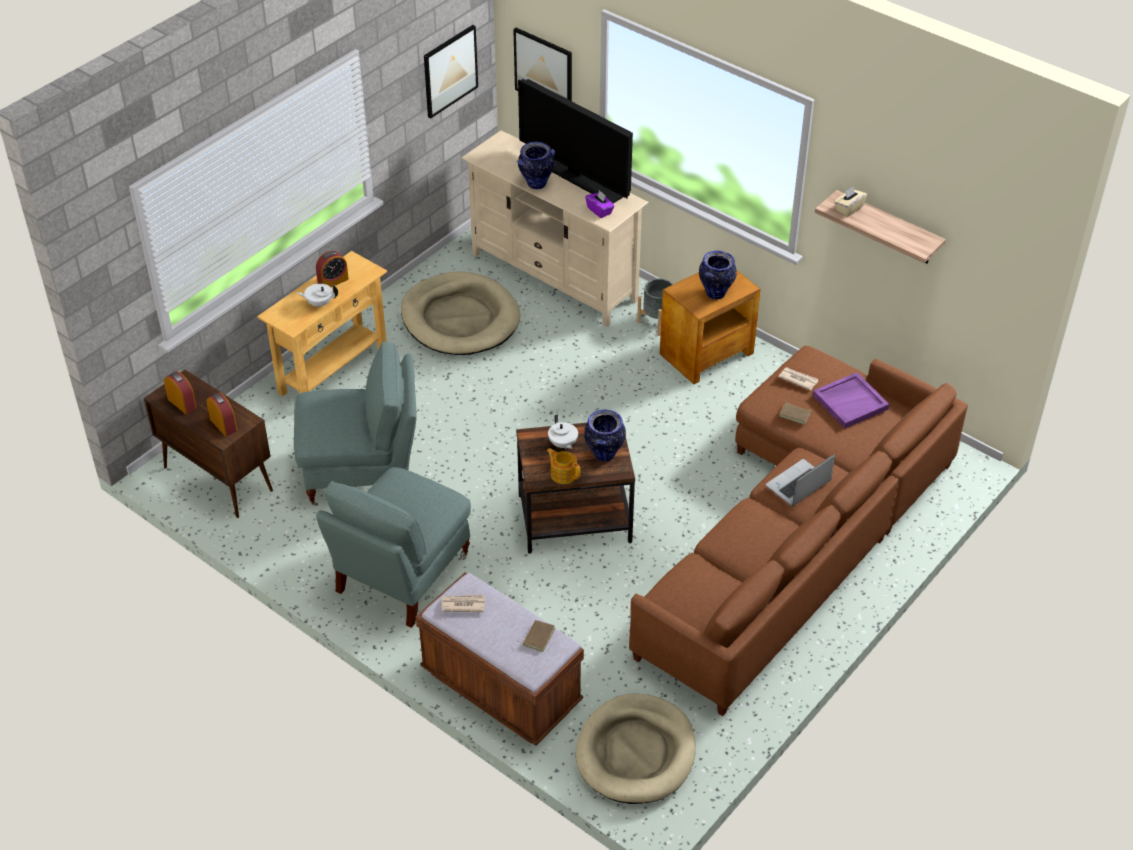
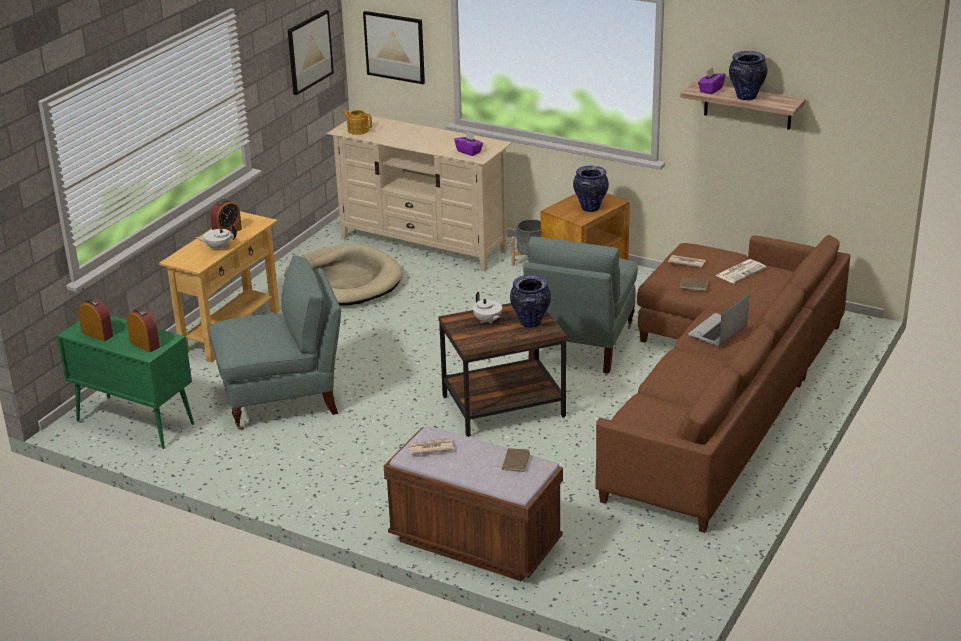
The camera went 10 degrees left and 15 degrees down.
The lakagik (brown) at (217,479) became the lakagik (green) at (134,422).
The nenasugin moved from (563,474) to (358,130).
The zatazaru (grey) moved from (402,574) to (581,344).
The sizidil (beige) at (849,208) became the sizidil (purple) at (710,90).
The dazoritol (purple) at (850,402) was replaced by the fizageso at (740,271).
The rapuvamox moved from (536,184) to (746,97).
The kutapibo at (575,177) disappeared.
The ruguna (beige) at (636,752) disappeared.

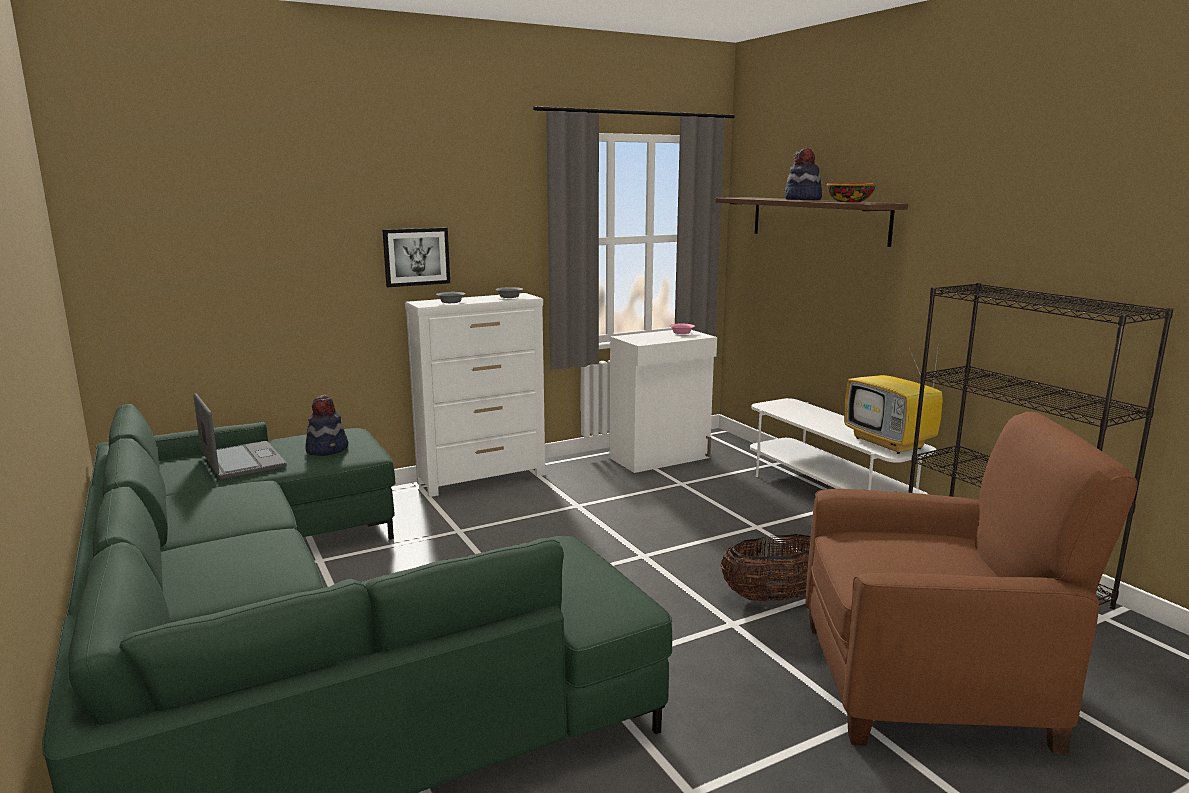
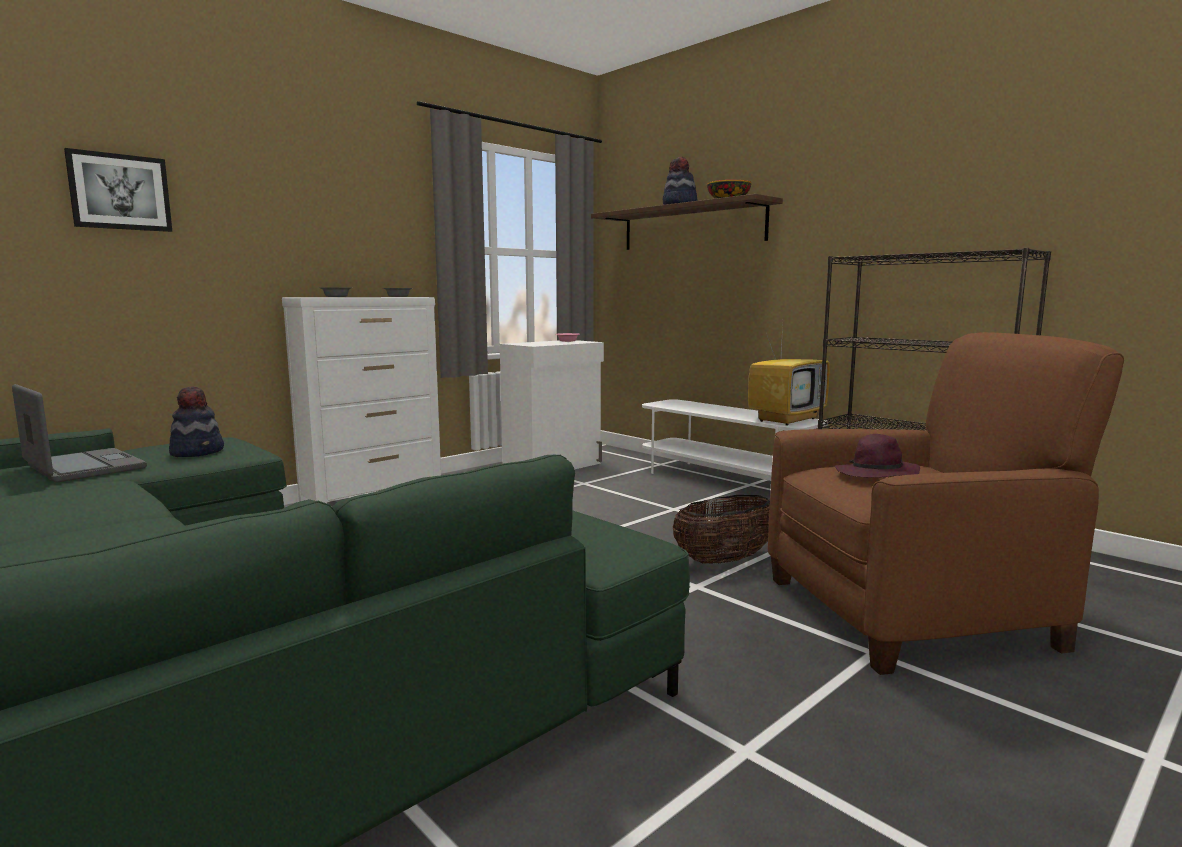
The camera went 15 degrees left and 5 degrees down.
The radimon moved from (416,256) to (120,192).
The kutapibo at (890,443) turned 90 degrees counterclockwise.
The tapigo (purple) at (876,475) appeared.

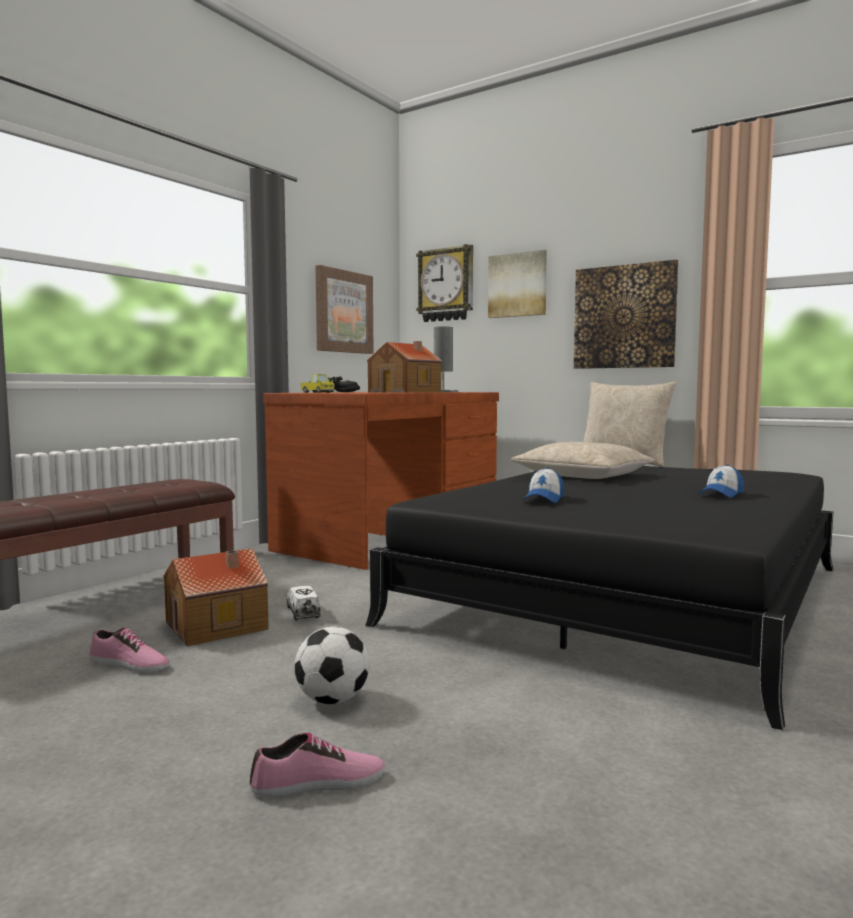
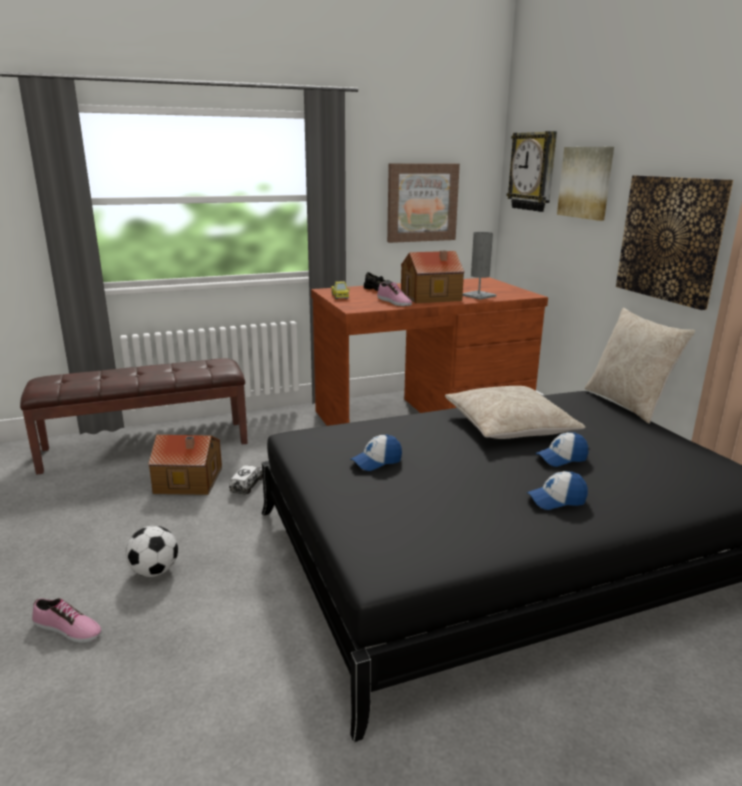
The camera went 35 degrees right and 15 degrees up.
The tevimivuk moved from (129,664) to (394,302).
The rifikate at (561,458) appeared.

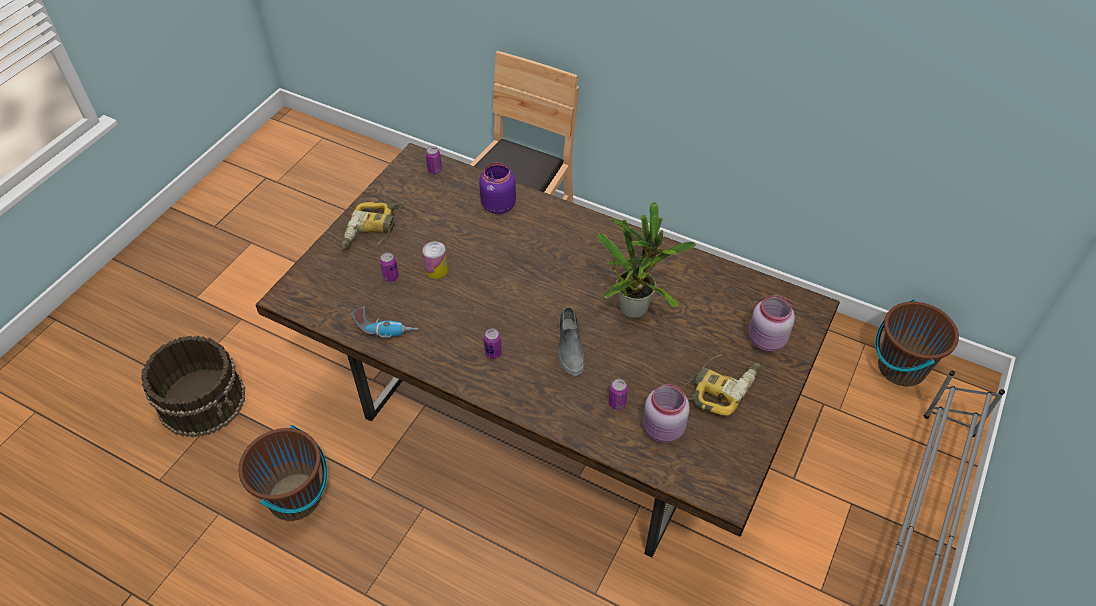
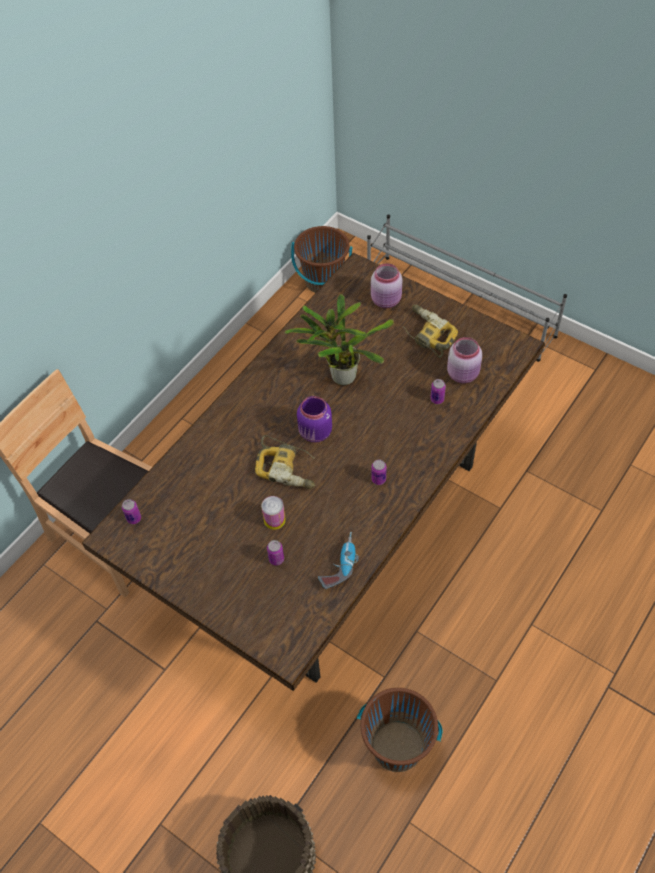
The camera went 80 degrees left and 5 degrees up.
The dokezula moved from (373,231) to (287,467).
The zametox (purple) moved from (497,206) to (315,433).
The tevimivuk (grey) at (570,347) disappeared.

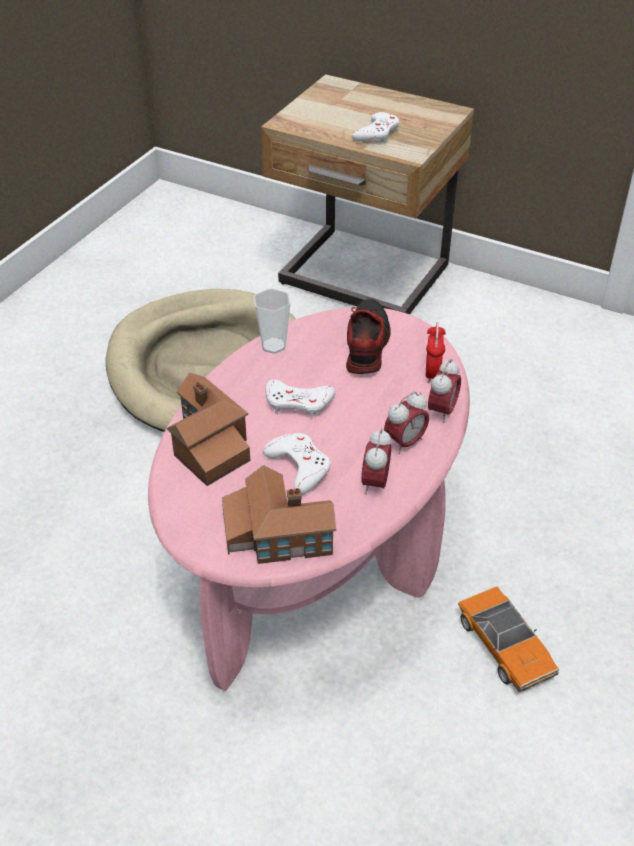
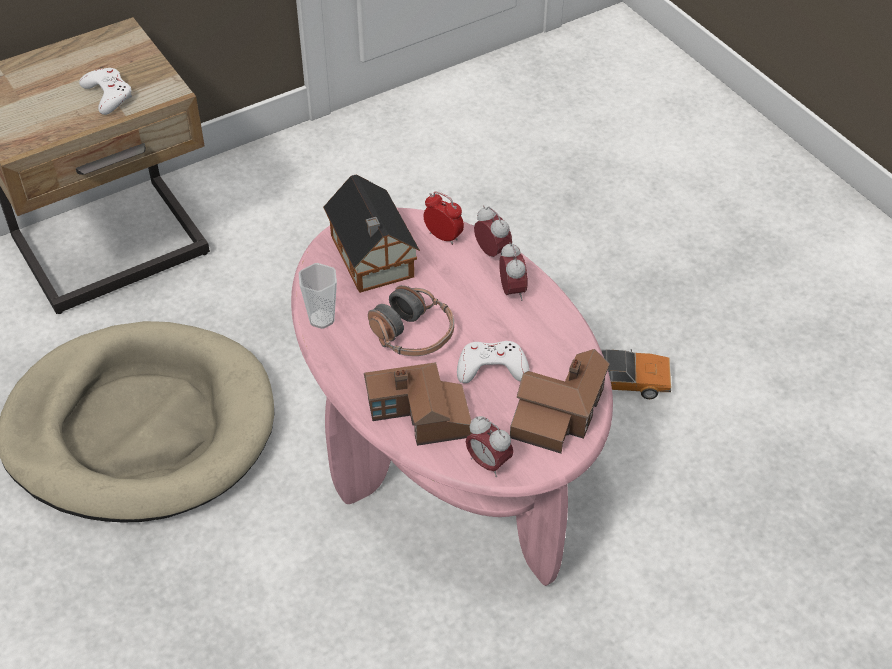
The camera went 60 degrees left and 5 degrees up.
The tevimivuk at (365,345) was replaced by the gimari at (372,259).
The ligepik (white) at (298,403) was replaced by the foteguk at (412,335).
The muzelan moved from (375,483) to (488,463).

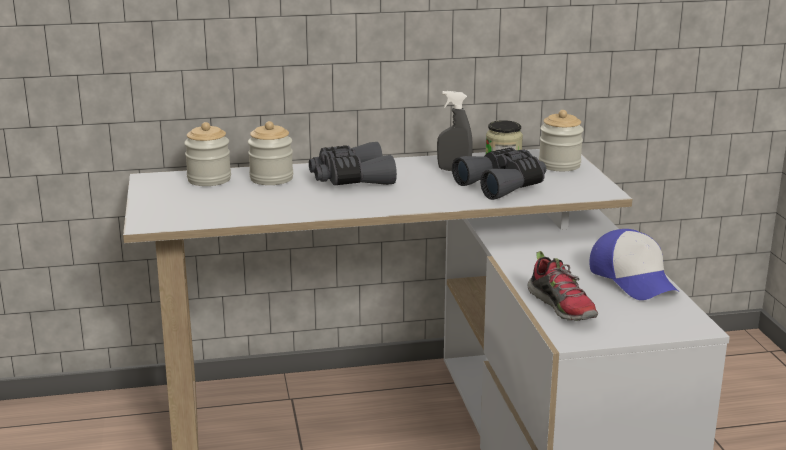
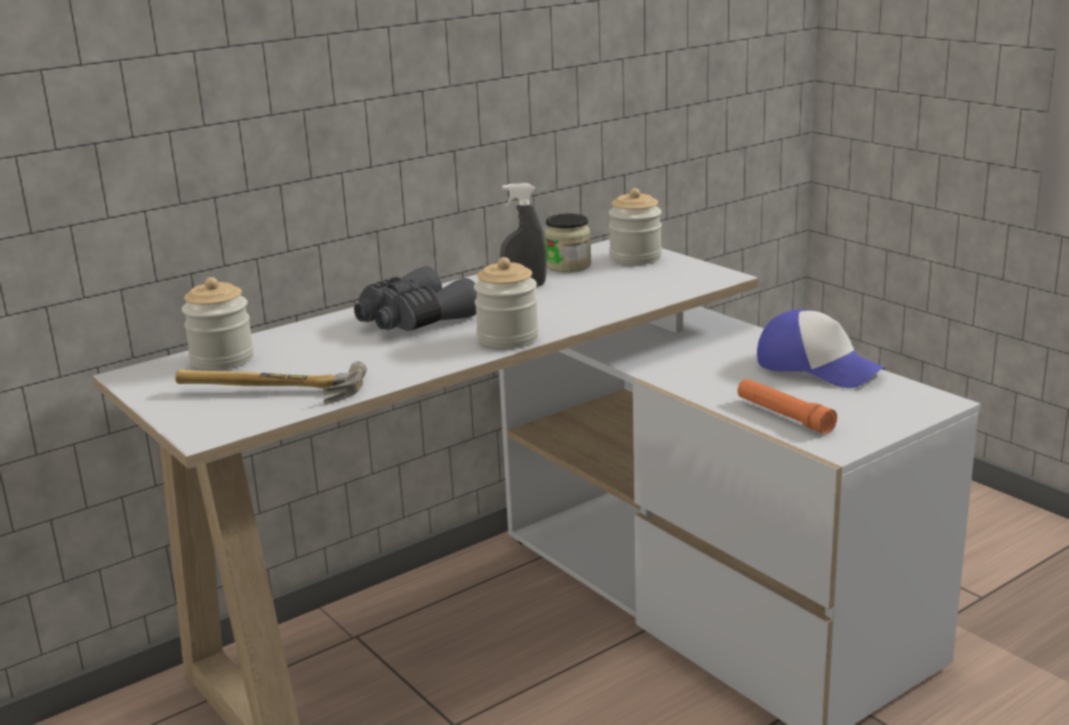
The camera went 25 degrees left and 0 degrees up.
The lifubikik at (270,394) appeared.
The zametox moved from (271,178) to (508,338).
The tevimivuk at (562,307) was replaced by the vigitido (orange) at (784,415).
The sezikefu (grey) at (503,185) disappeared.

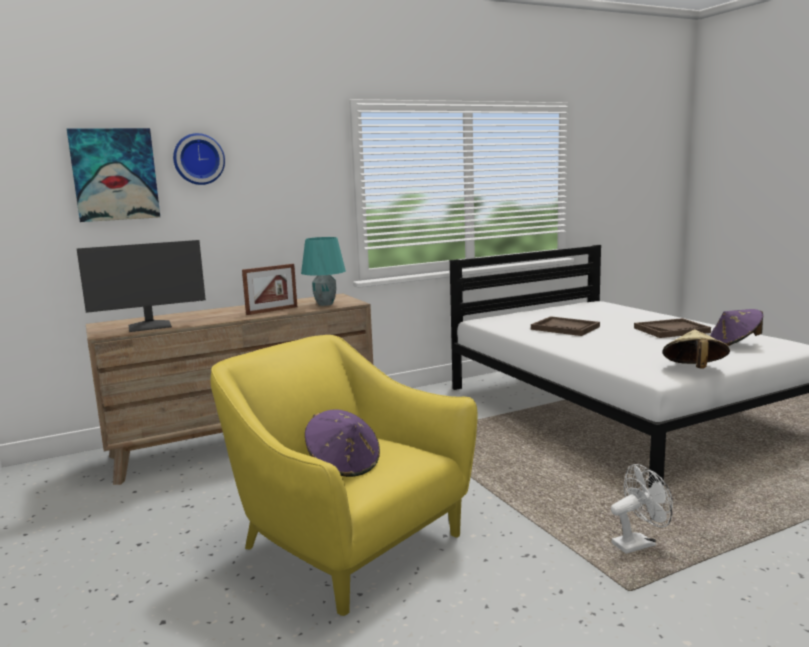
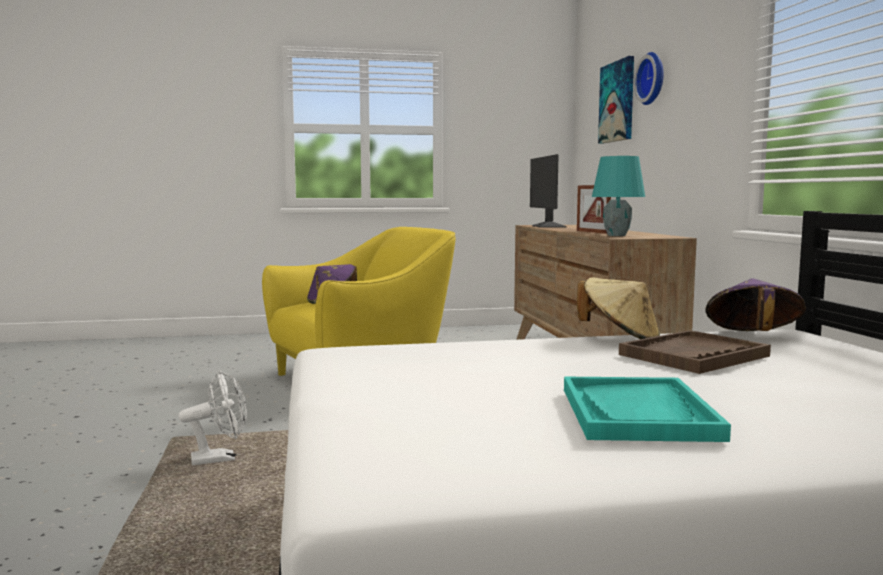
The camera went 105 degrees right and 5 degrees down.
The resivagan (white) at (638,543) turned 105 degrees counterclockwise.
The dazoritol (brown) at (671,330) became the dazoritol (turquoise) at (637,413).
The tapigo (beige) moved from (694,370) to (620,338).
The tapigo (purple) moved from (735,344) to (752,337).

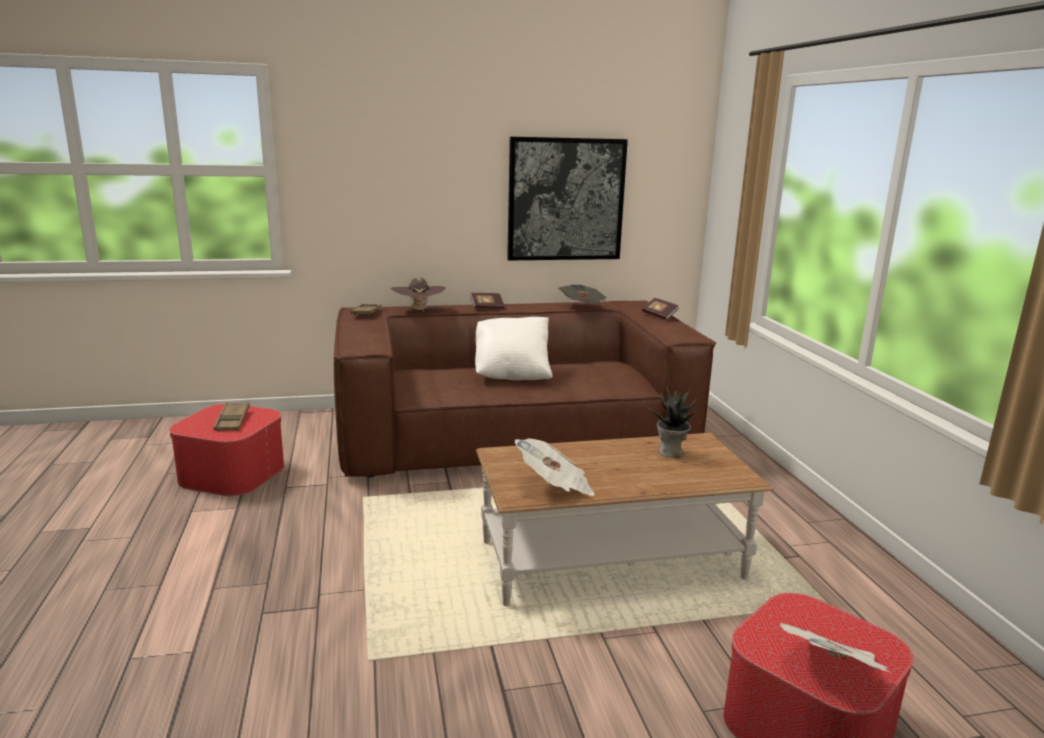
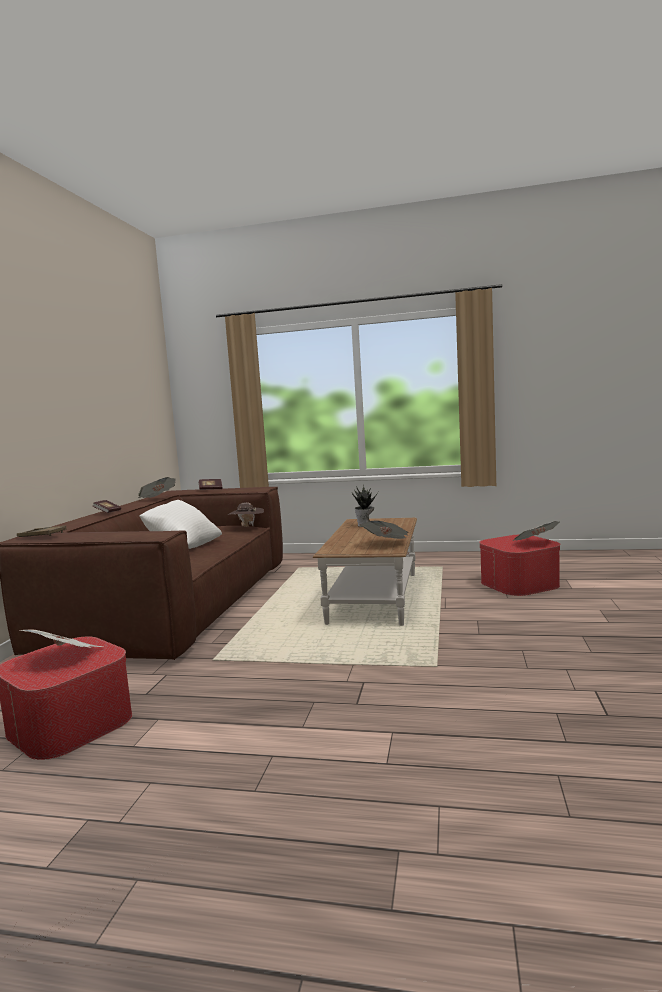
The camera went 65 degrees left and 10 degrees down.
The dazoritol (brown) at (232,420) was replaced by the fizageso at (66,657).
The tapigo (brown) moved from (418,310) to (246,527).
The radimon at (566,199) disappeared.

